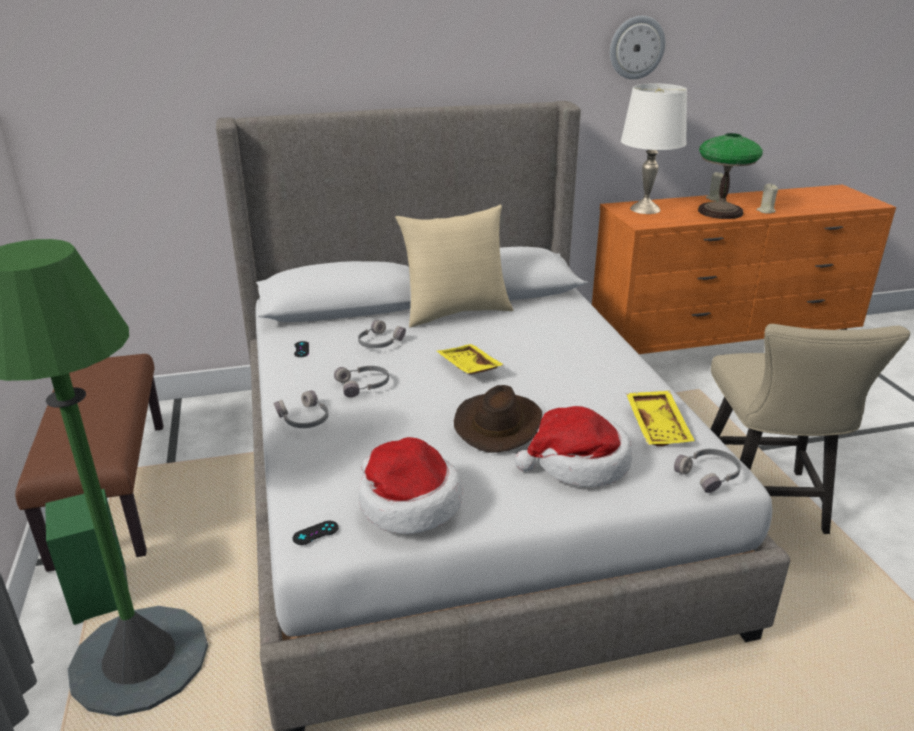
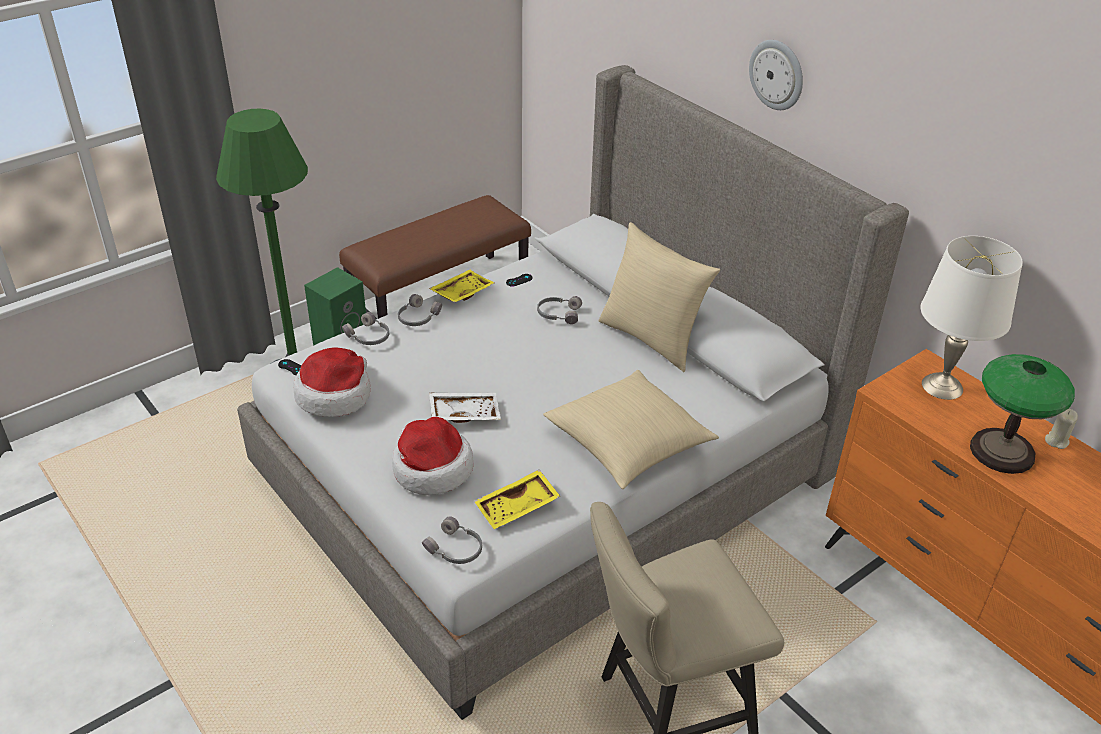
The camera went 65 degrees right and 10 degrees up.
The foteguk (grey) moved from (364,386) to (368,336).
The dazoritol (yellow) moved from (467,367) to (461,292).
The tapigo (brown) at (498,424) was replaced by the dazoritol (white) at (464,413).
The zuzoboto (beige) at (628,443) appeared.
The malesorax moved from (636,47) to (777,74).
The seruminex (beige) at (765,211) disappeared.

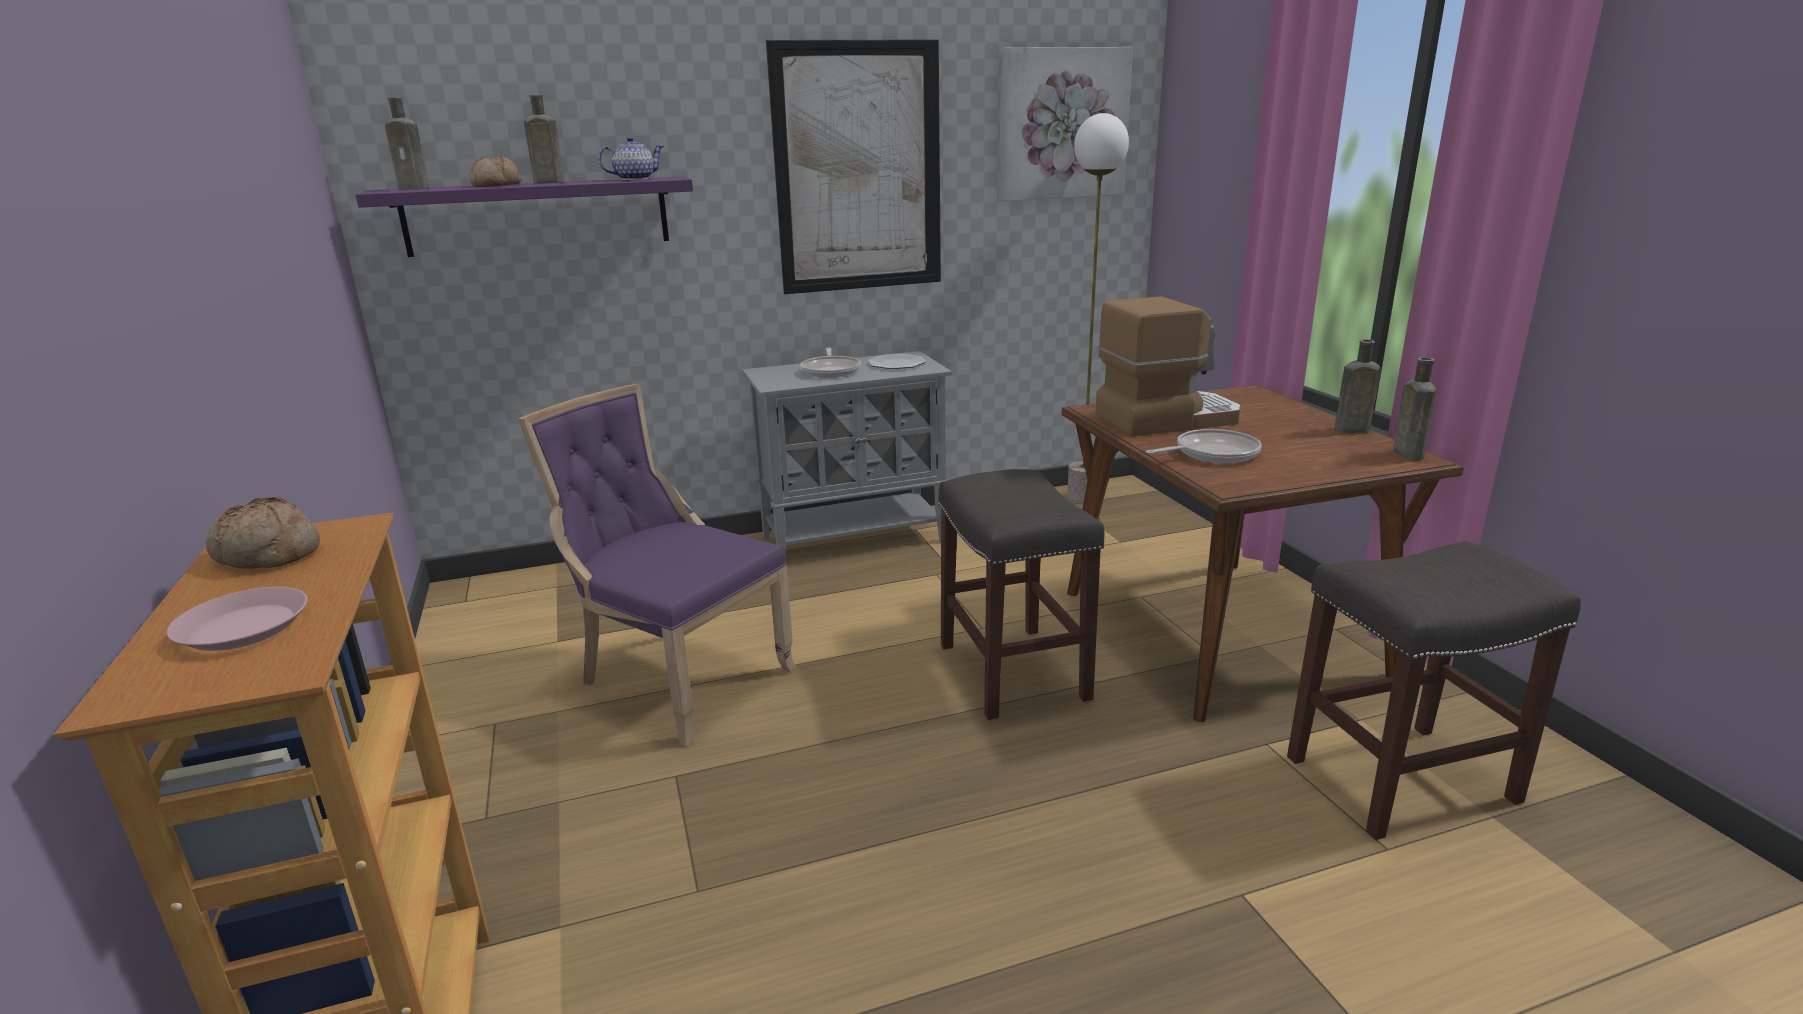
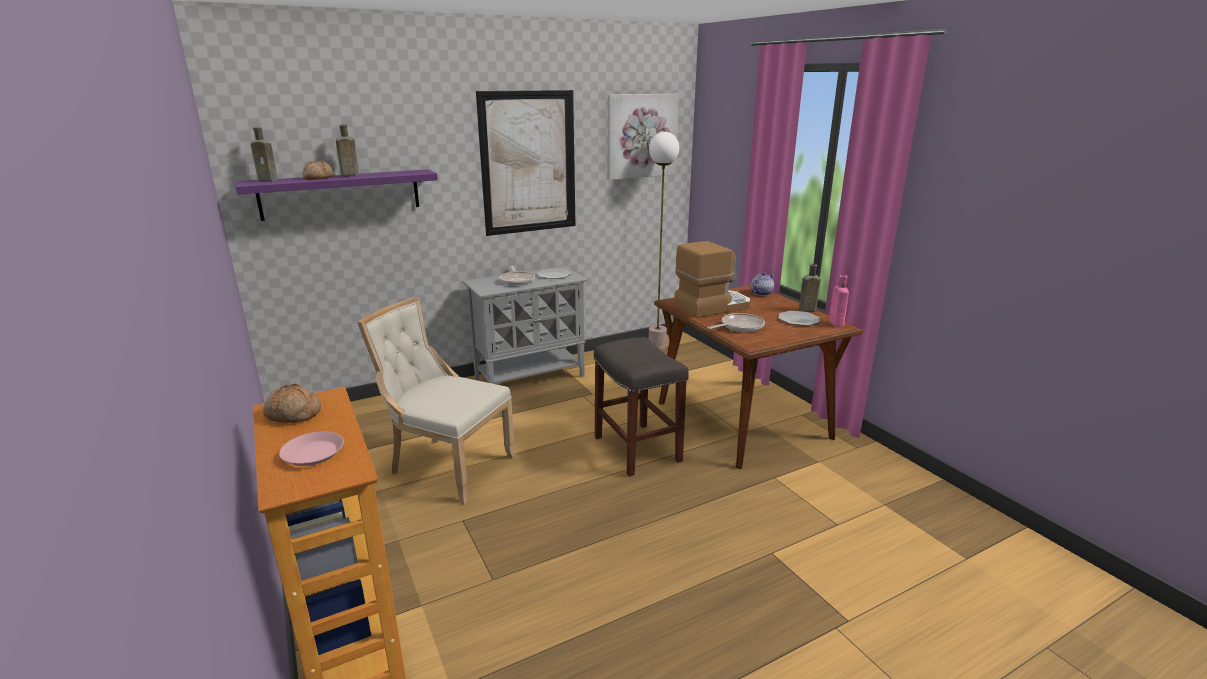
The camera went 10 degrees left and 0 degrees up.
The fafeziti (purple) at (678,678) became the fafeziti (beige) at (447,466).
The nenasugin moved from (634,179) to (761,293).
The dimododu at (798,319) appeared.
The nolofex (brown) at (1406,453) became the nolofex (pink) at (835,323).
The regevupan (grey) at (1399,780) disappeared.

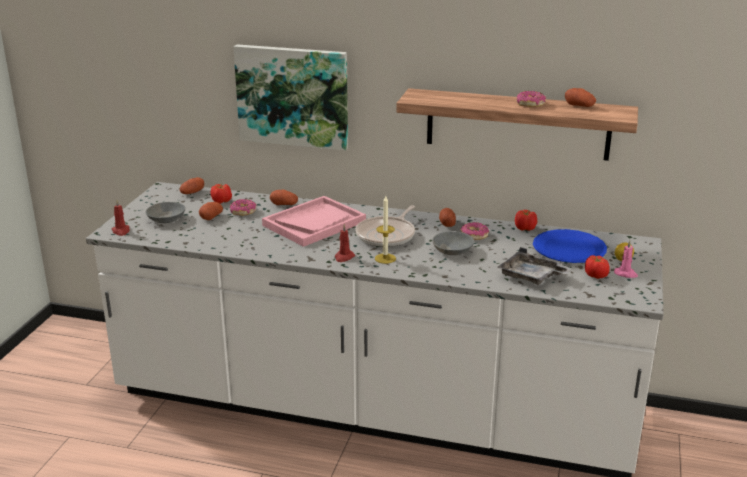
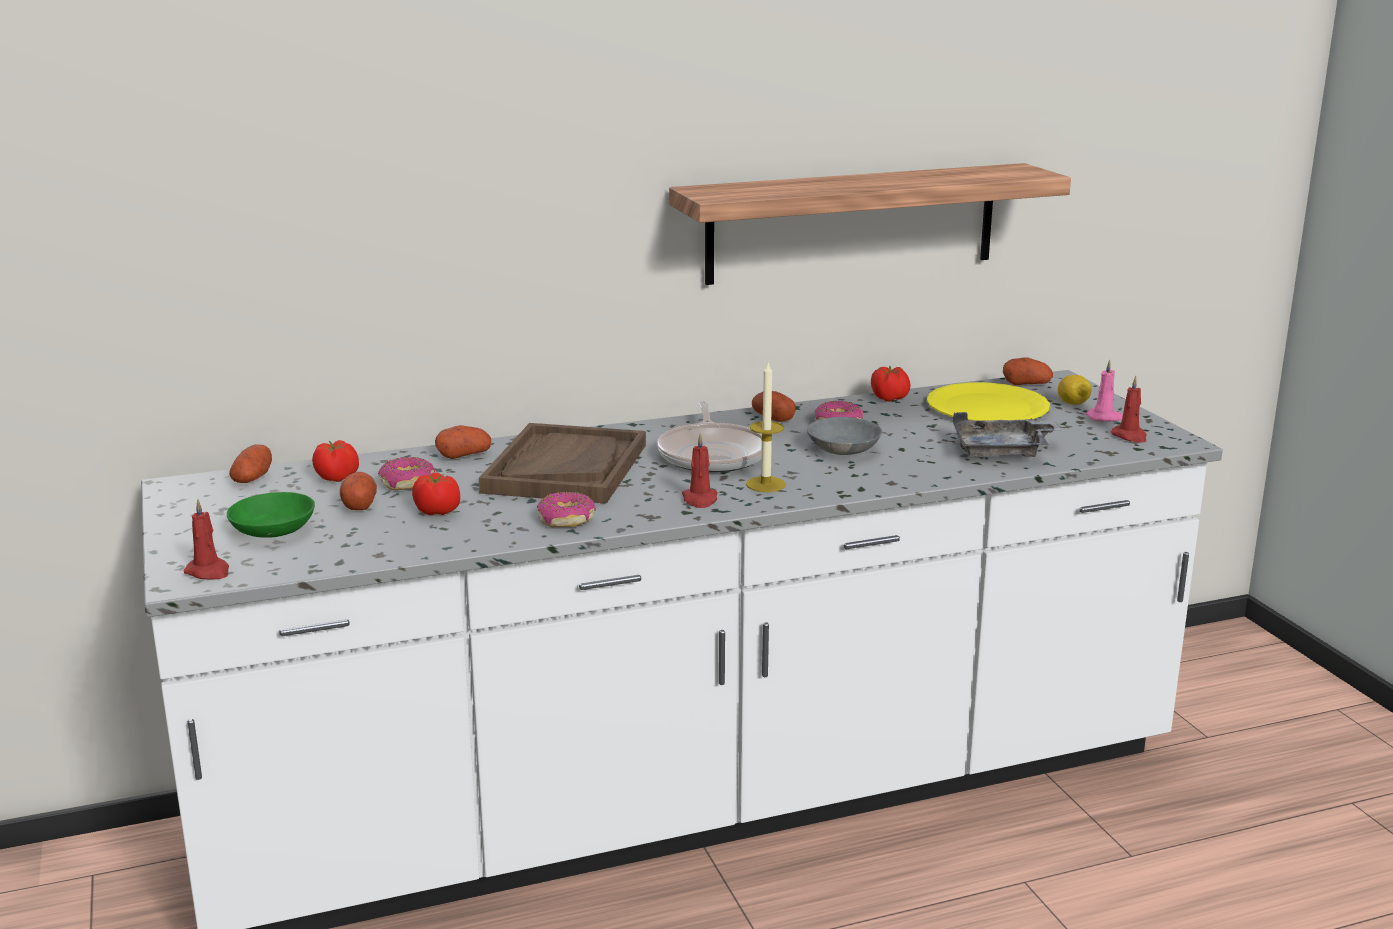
The camera went 35 degrees left and 5 degrees down.
The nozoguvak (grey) at (167,219) became the nozoguvak (green) at (273,529).
The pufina moved from (596,276) to (437,512).
The dazoritol (pink) at (314,223) became the dazoritol (brown) at (565,468).
The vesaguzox moved from (530,104) to (566,519).
The dimododu (blue) at (569,249) became the dimododu (yellow) at (987,408).
The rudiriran moved from (579,106) to (1026,384).
The seruminex (red) at (1130,436) appeared.
The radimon at (293,96) disappeared.

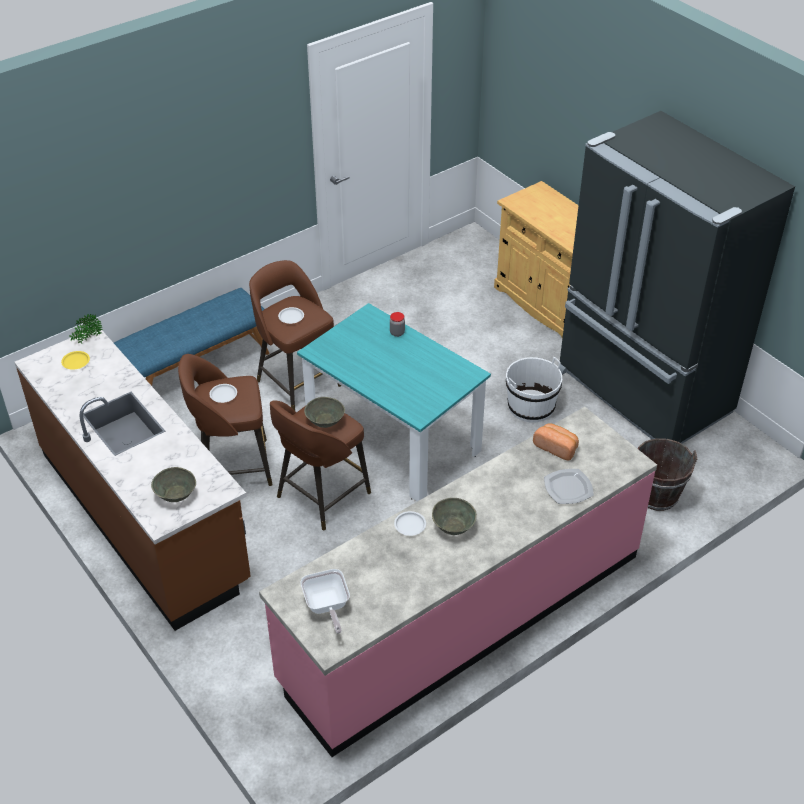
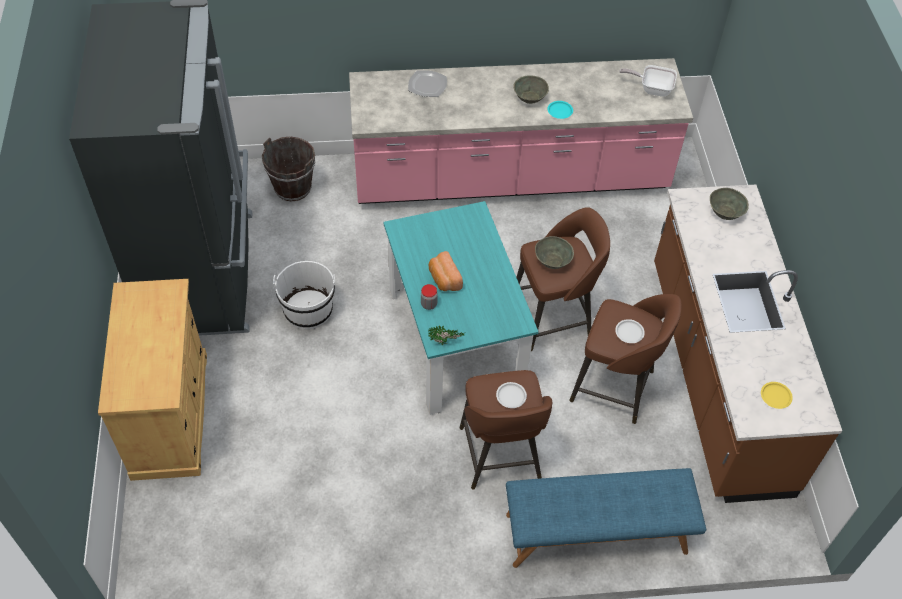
The camera went 150 degrees left and 10 degrees up.
The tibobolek moved from (87,339) to (445,343).
The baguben moved from (556,447) to (444,279).
The dimododu (white) at (410,525) became the dimododu (turquoise) at (559,111).
The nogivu at (326,607) turned 90 degrees counterclockwise.

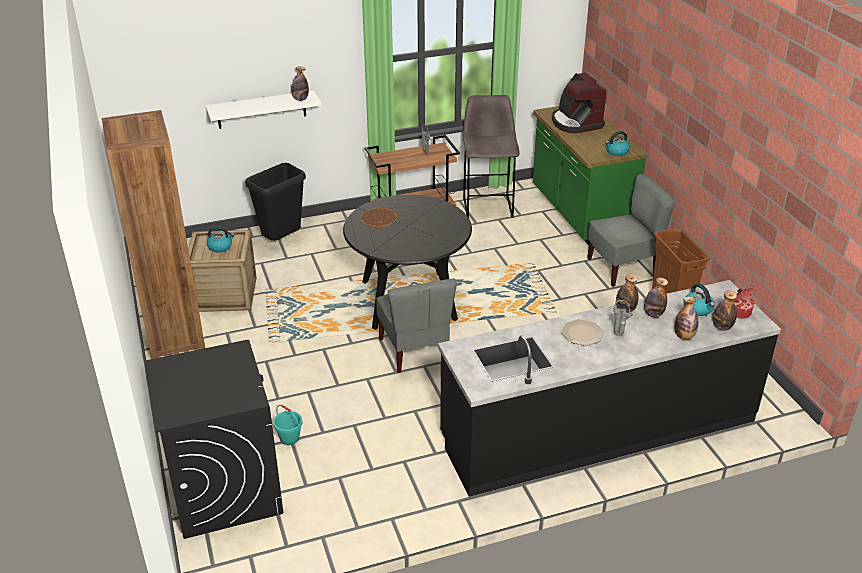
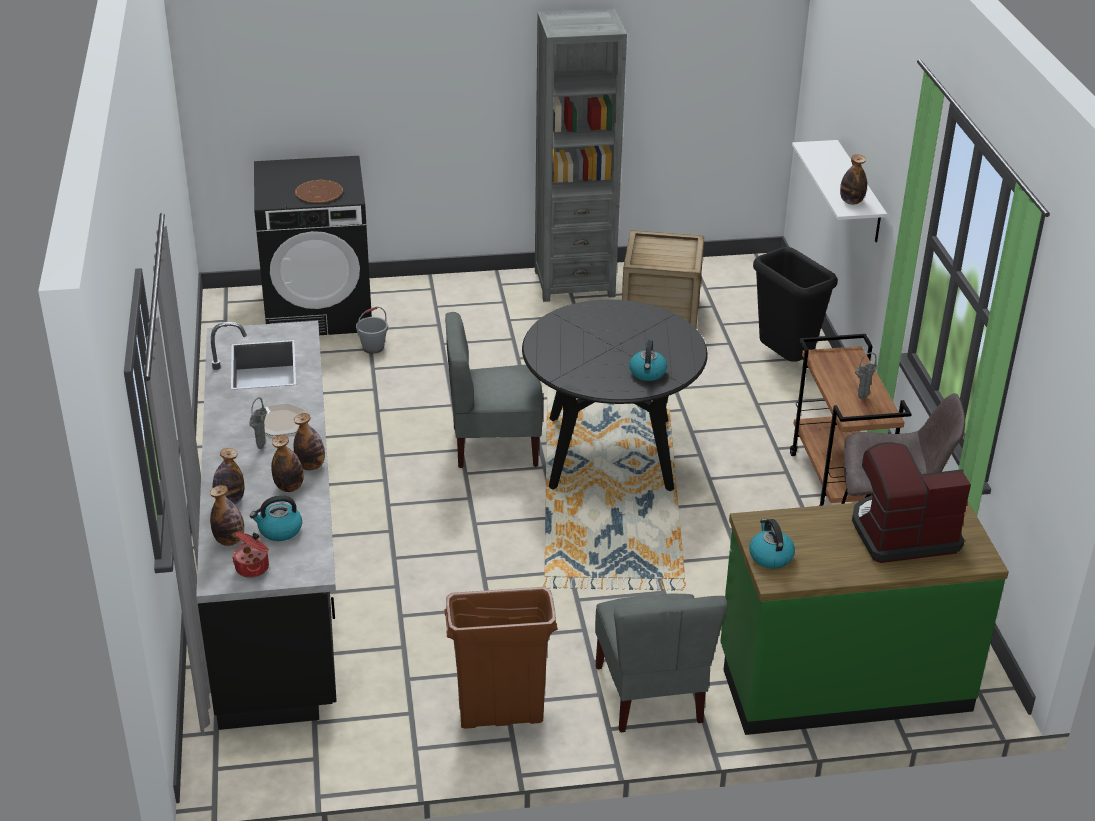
The camera went 100 degrees right and 0 degrees up.
The dimododu (brown) moved from (378,218) to (319,192).
The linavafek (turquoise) at (289,438) became the linavafek (grey) at (373,347).
The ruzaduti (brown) at (175,339) became the ruzaduti (grey) at (574,283).
The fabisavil moved from (220,247) to (648,373).

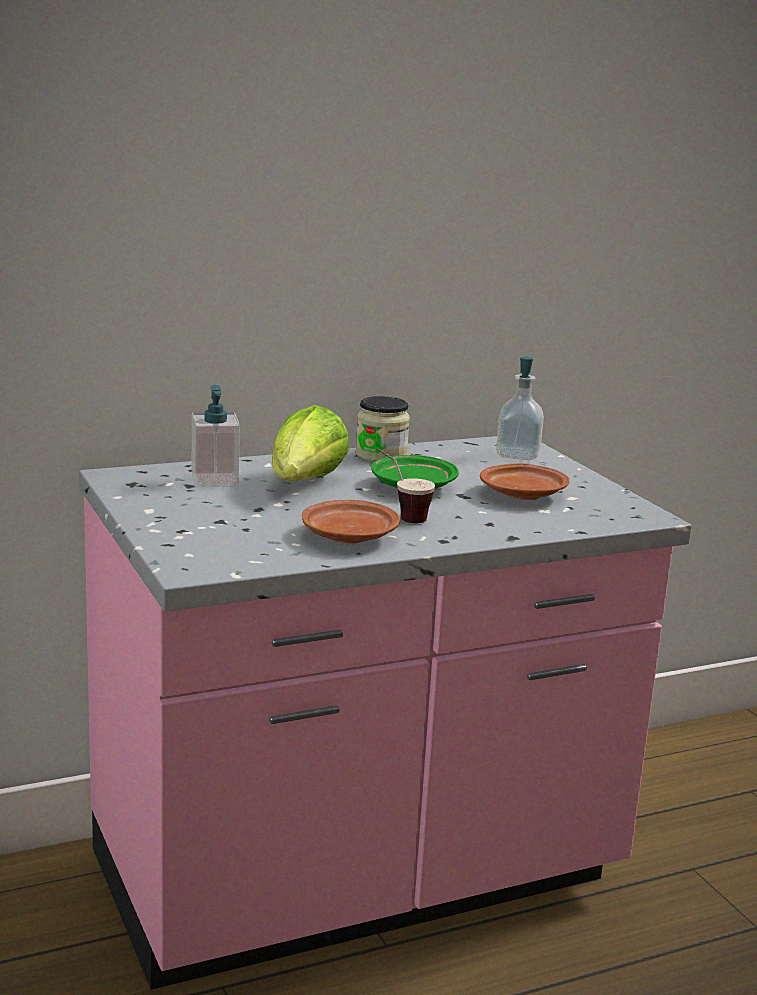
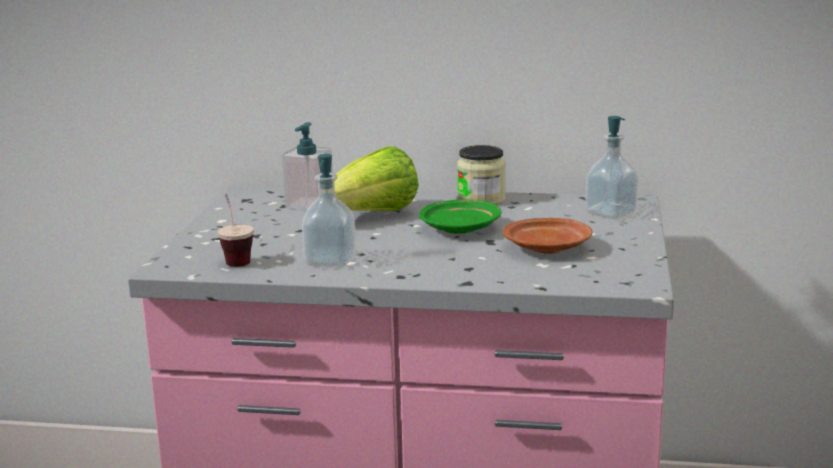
The camera went 35 degrees right and 0 degrees up.
The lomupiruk moved from (401,516) to (235,258).
The dimododu (brown) at (349,536) was replaced by the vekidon at (330,261).

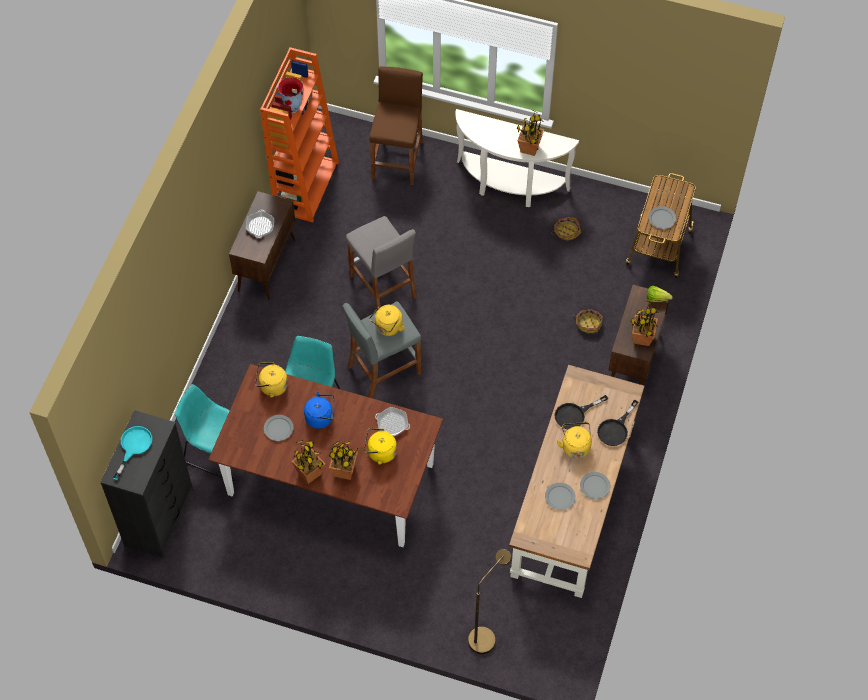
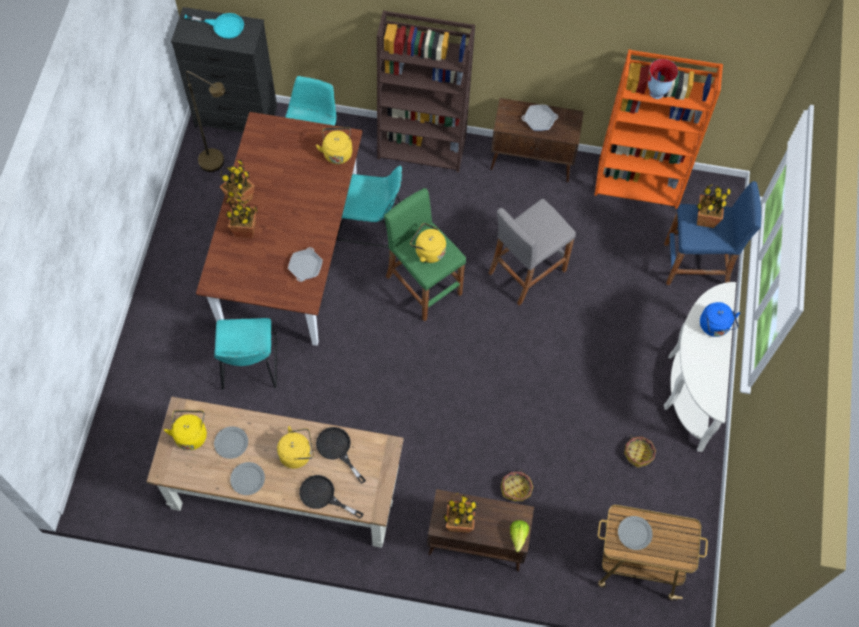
The camera went 80 degrees right and 5 degrees up.
The fabisavil (yellow) moved from (380,452) to (191,434).
The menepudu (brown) moved from (486,634) to (218,164).
The fafeziti (turquoise) at (249,365) appeared.
The ruzaduti (brown) at (423,147) appeared.
The regevupan (grey) at (383,370) became the regevupan (green) at (423,285).
The regevupan (brown) at (397,159) became the regevupan (blue) at (696,265).
The tibobolek moved from (529,148) to (705,219).
The fabisavil (blue) moved from (321,417) to (715,327).
The dimododu (grey) at (278,428) disappeared.

